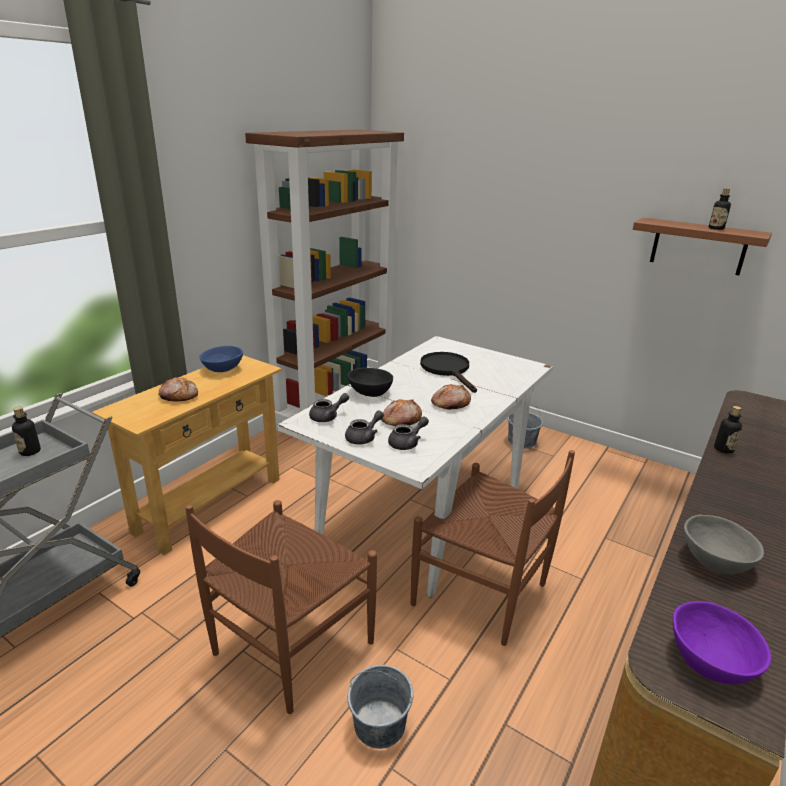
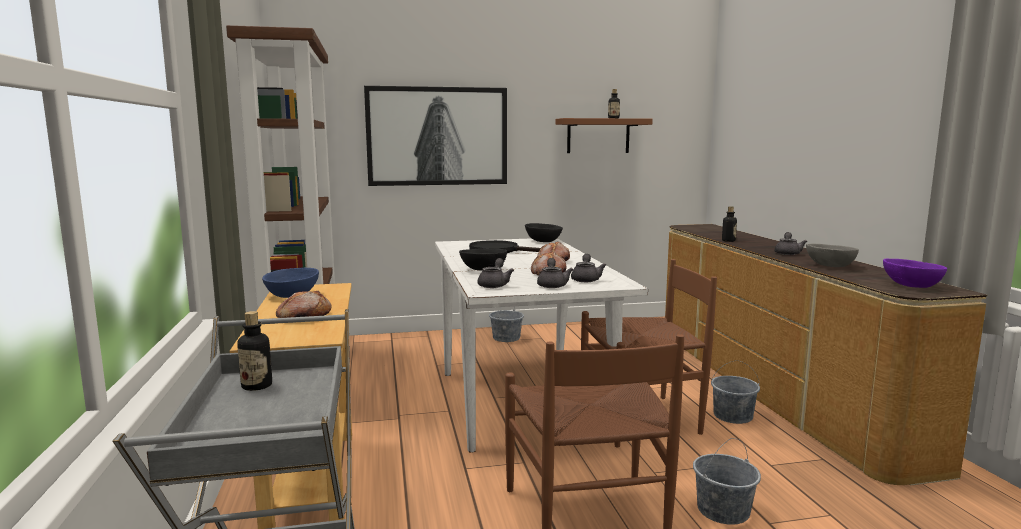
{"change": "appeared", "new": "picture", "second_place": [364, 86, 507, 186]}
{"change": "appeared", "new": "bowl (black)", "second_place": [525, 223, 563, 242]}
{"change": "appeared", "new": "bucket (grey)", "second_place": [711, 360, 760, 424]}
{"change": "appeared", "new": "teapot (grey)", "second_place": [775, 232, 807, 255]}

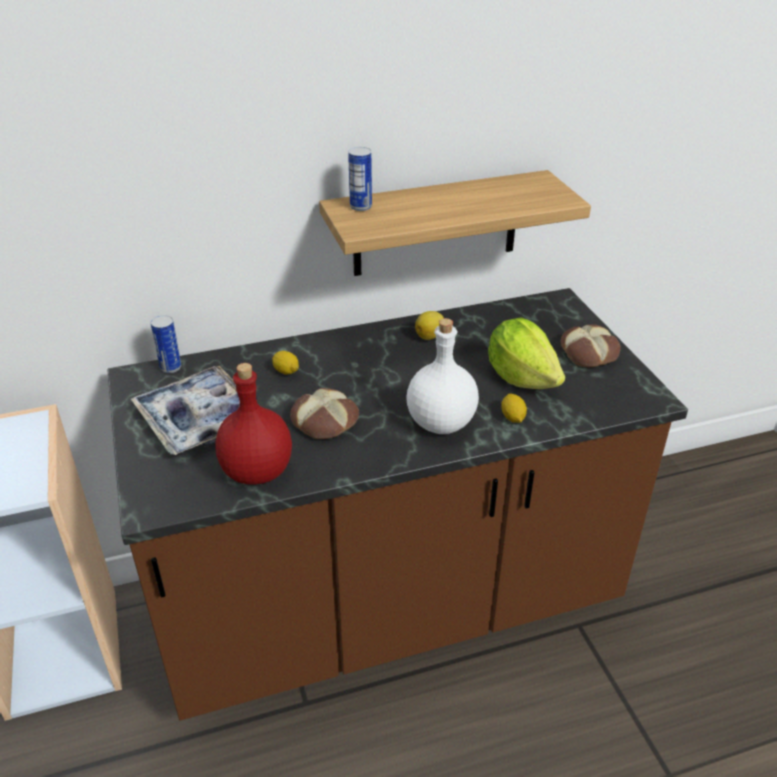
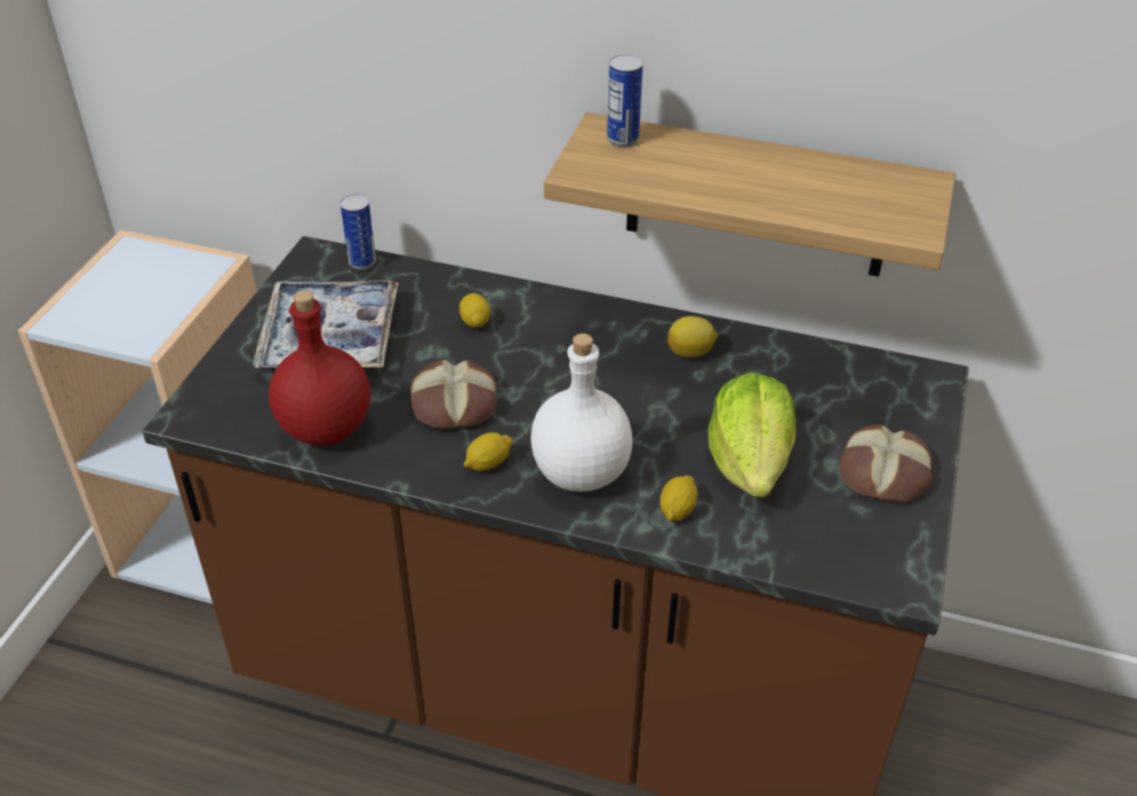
{"change": "appeared", "new": "lemon", "second_place": [464, 432, 513, 471]}

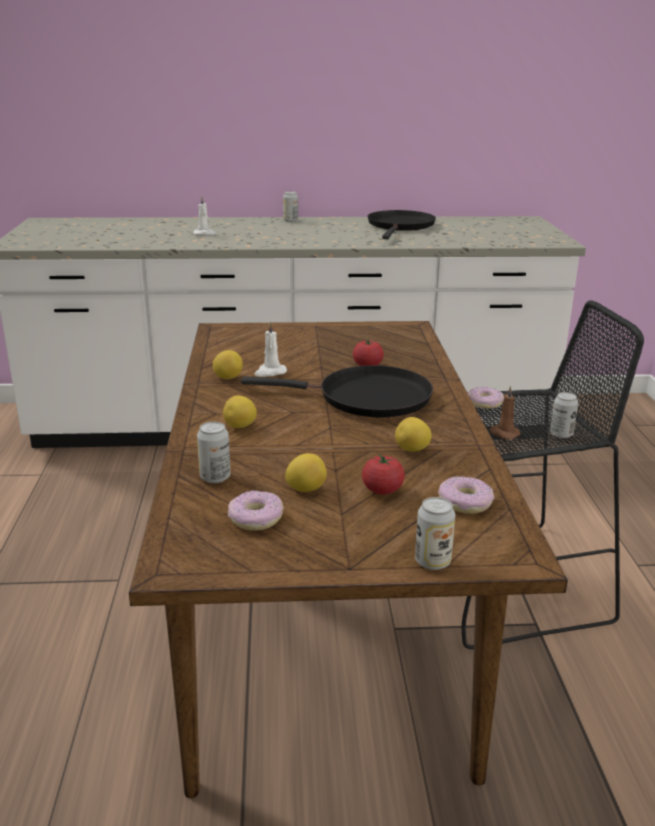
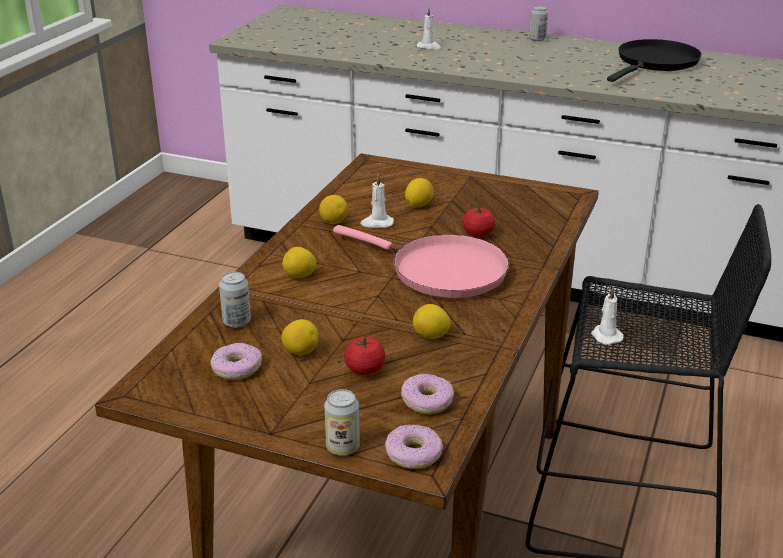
{"change": "colour", "old": "frying pan (black)", "new": "frying pan (pink)", "first_place": [241, 365, 433, 418], "second_place": [333, 225, 509, 298]}
{"change": "relocated", "old": "donut", "first_place": [468, 387, 504, 409], "second_place": [385, 424, 443, 469]}
{"change": "colour", "old": "candle (brown)", "new": "candle (white)", "first_place": [490, 386, 520, 439], "second_place": [591, 288, 624, 345]}
{"change": "missing", "old": "can", "first_place": [550, 392, 578, 438]}
{"change": "appeared", "new": "lemon", "second_place": [405, 178, 434, 207]}

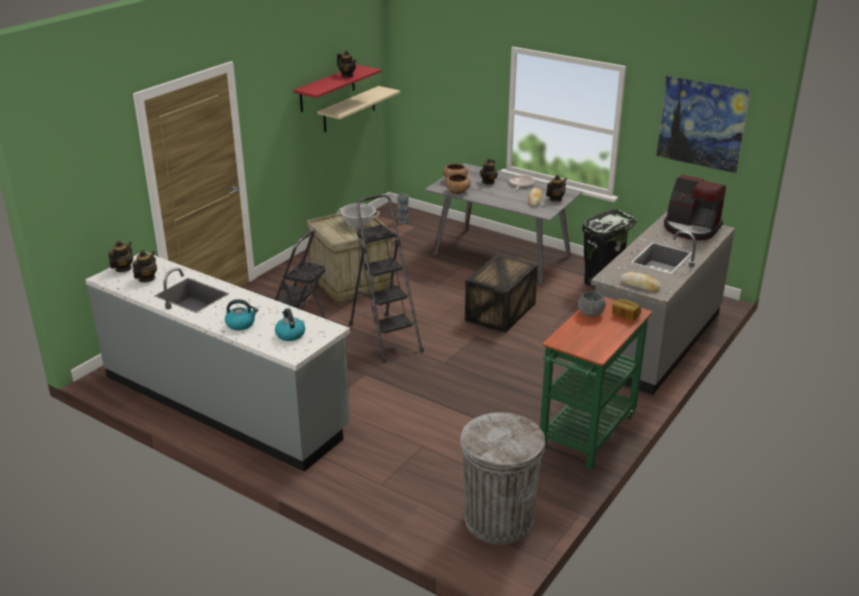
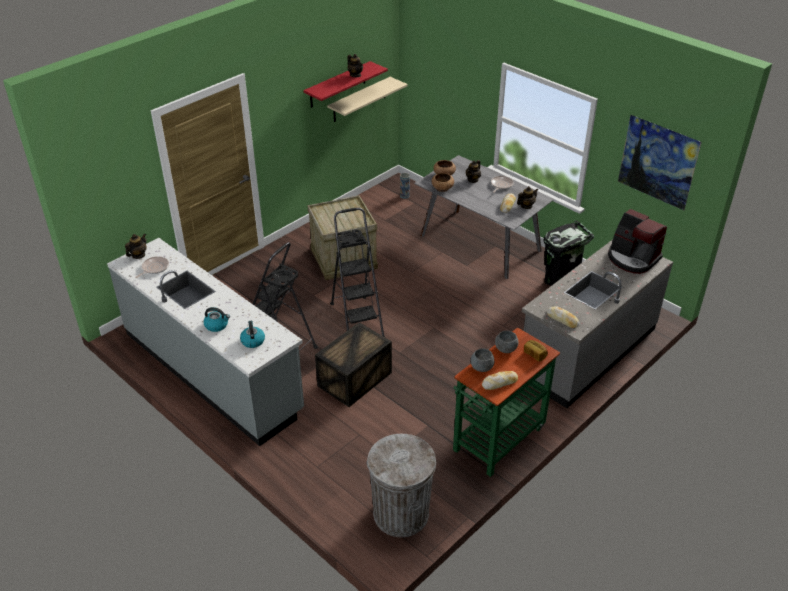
{"change": "exchanged", "old": "teapot", "new": "frying pan", "first_place": [133, 250, 157, 282], "second_place": [135, 256, 169, 278]}
{"change": "missing", "old": "cooking pot", "first_place": [337, 203, 380, 228]}
{"change": "relocated", "old": "crate", "first_place": [465, 254, 538, 333], "second_place": [315, 322, 392, 407]}
{"change": "appeared", "new": "bowl (grey)", "second_place": [471, 348, 494, 372]}
{"change": "appeared", "new": "bread", "second_place": [482, 371, 518, 390]}

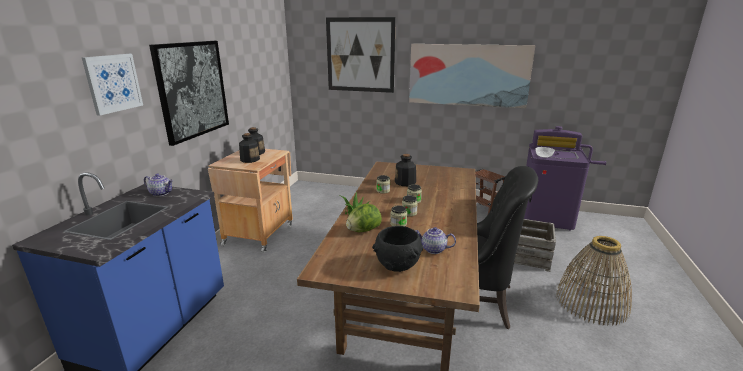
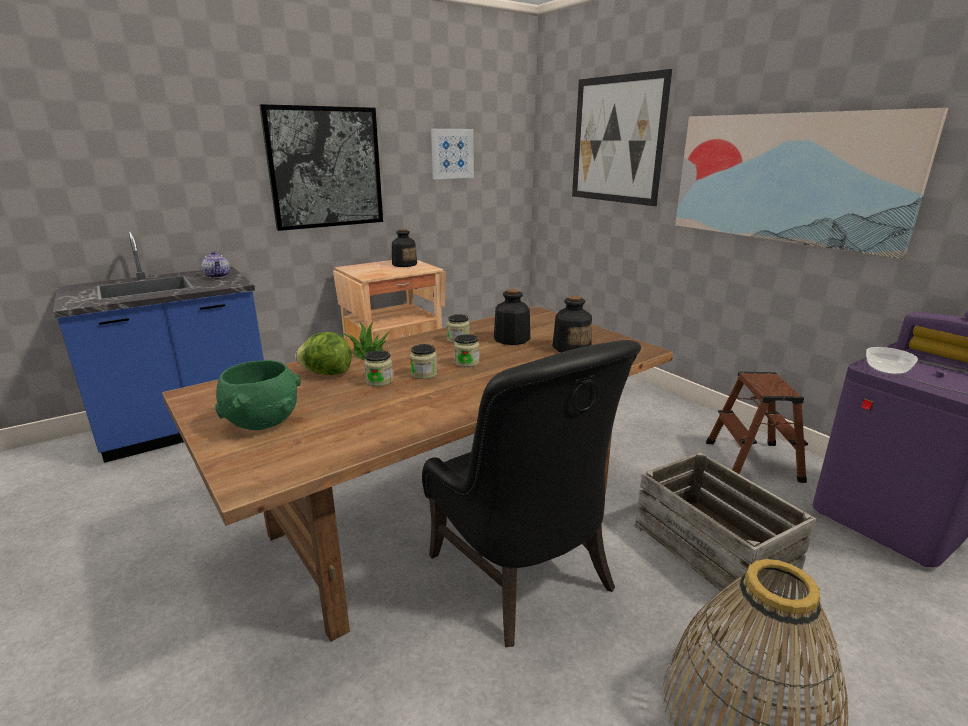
{"change": "relocated", "old": "picture", "first_place": [82, 54, 143, 116], "second_place": [431, 129, 474, 179]}
{"change": "relocated", "old": "bottle", "first_place": [239, 133, 260, 163], "second_place": [552, 296, 592, 352]}
{"change": "colour", "old": "bowl (black)", "new": "bowl (green)", "first_place": [372, 226, 423, 272], "second_place": [215, 360, 301, 430]}
{"change": "missing", "old": "teapot", "first_place": [415, 227, 456, 254]}

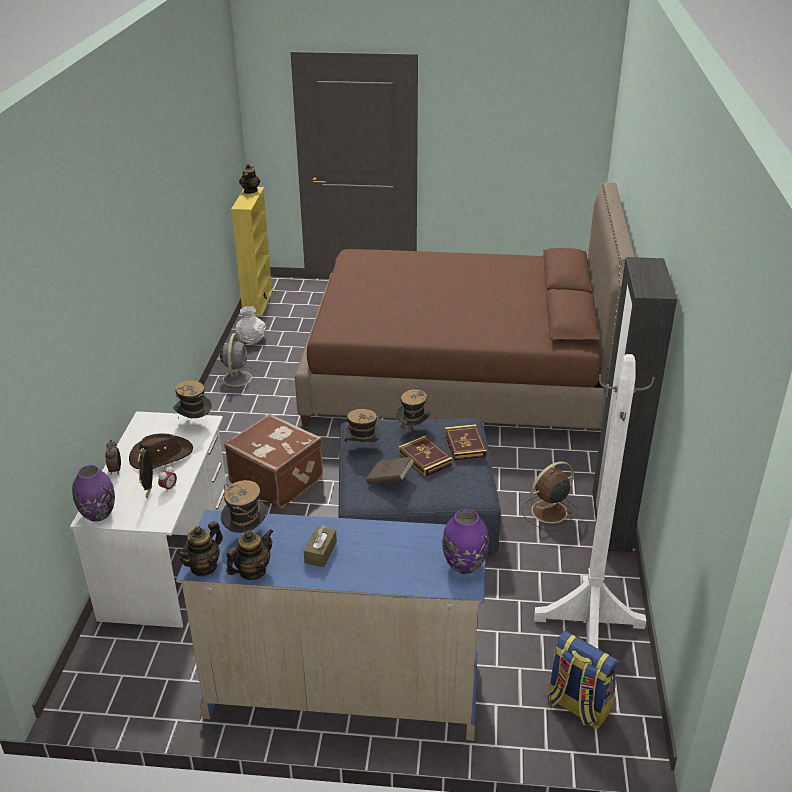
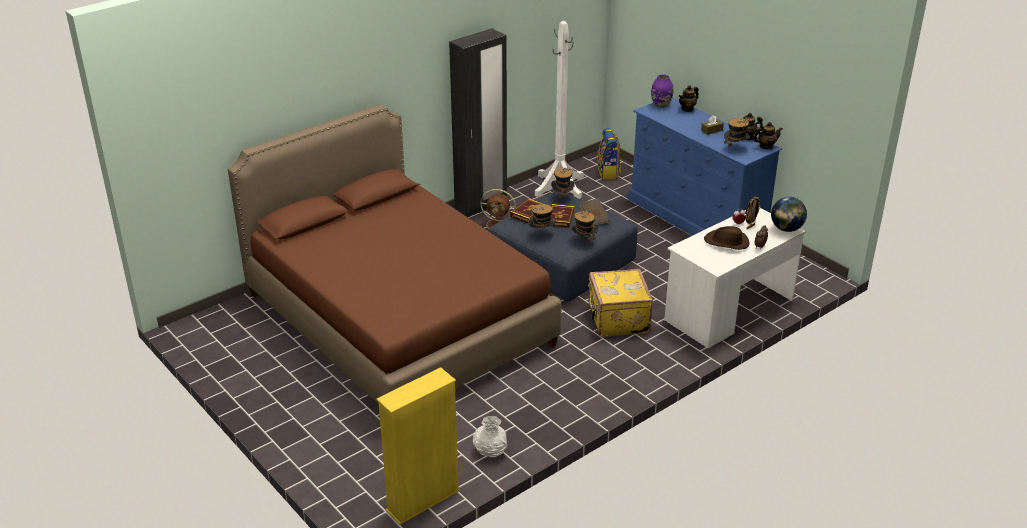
{"change": "exchanged", "old": "vase (purple)", "new": "globe", "first_place": [72, 465, 115, 522], "second_place": [771, 197, 807, 232]}
{"change": "relocated", "old": "hat", "first_place": [173, 380, 212, 419], "second_place": [551, 168, 575, 197]}
{"change": "missing", "old": "fan (grey)", "first_place": [217, 333, 259, 391]}
{"change": "colour", "old": "suitcase (brown)", "new": "suitcase (yellow)", "first_place": [224, 414, 323, 508], "second_place": [588, 269, 653, 337]}
{"change": "relocated", "old": "teapot", "first_place": [239, 164, 260, 194], "second_place": [679, 85, 699, 112]}

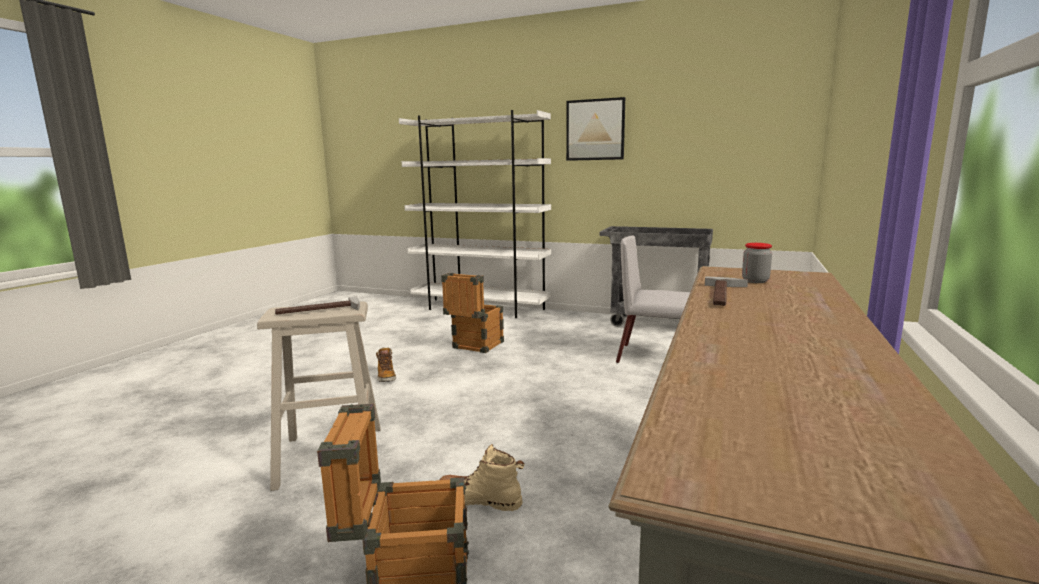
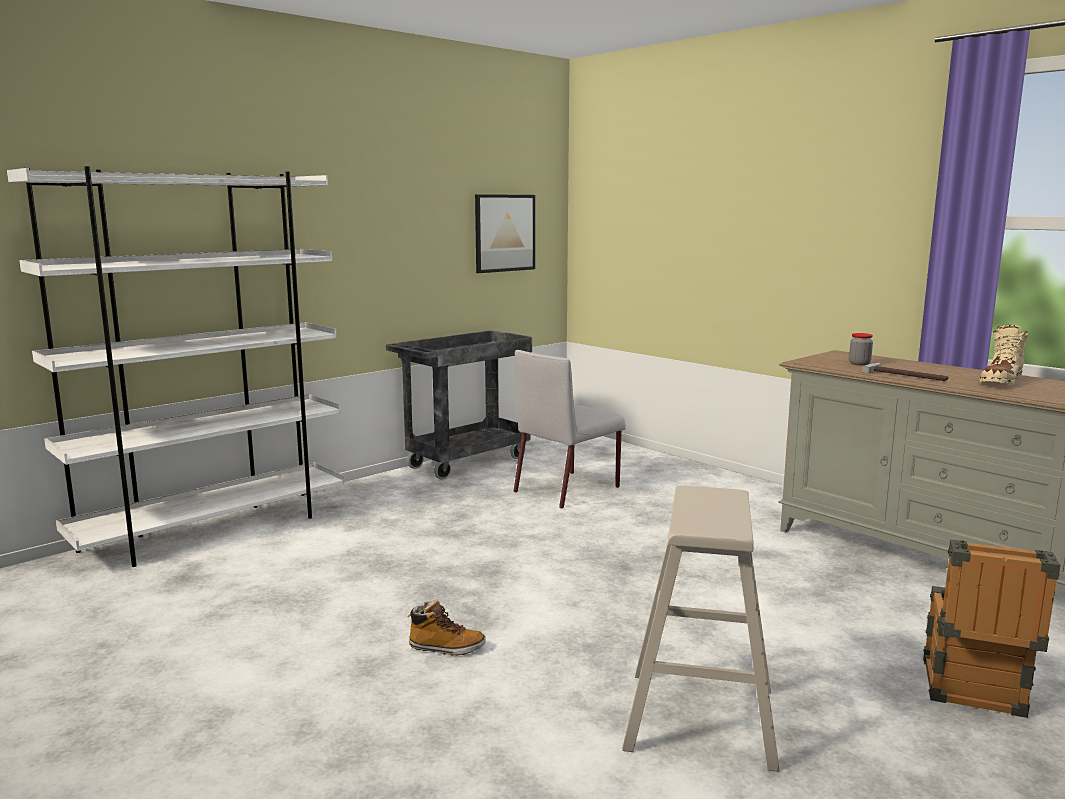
{"change": "missing", "old": "hammer", "first_place": [275, 297, 360, 315]}
{"change": "relocated", "old": "boot (beige)", "first_place": [440, 444, 525, 511], "second_place": [979, 325, 1028, 385]}
{"change": "missing", "old": "crate", "first_place": [441, 273, 504, 353]}
{"change": "relocated", "old": "picture", "first_place": [566, 97, 625, 161], "second_place": [475, 194, 535, 273]}

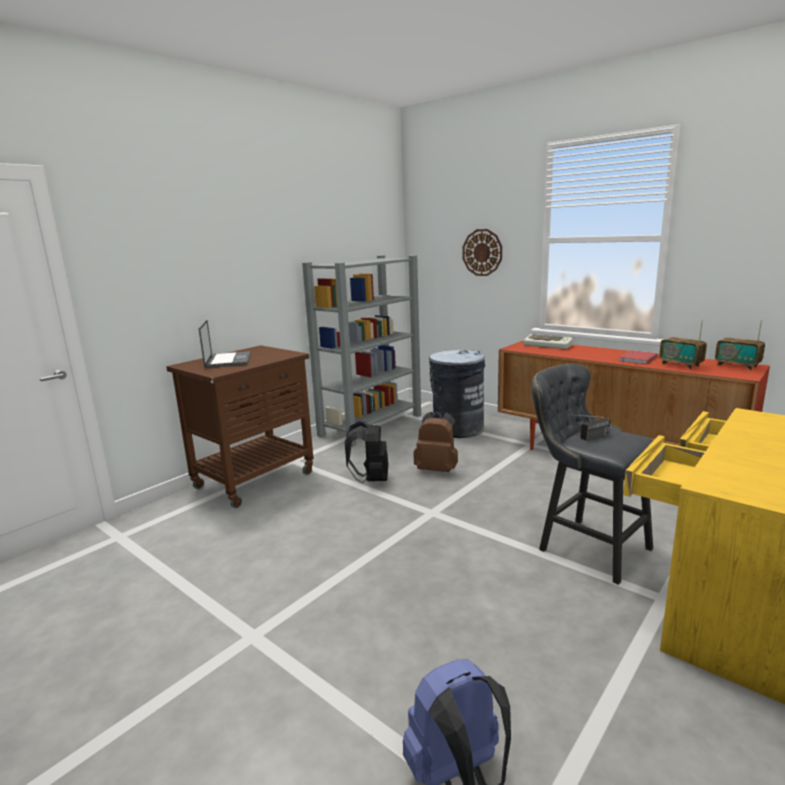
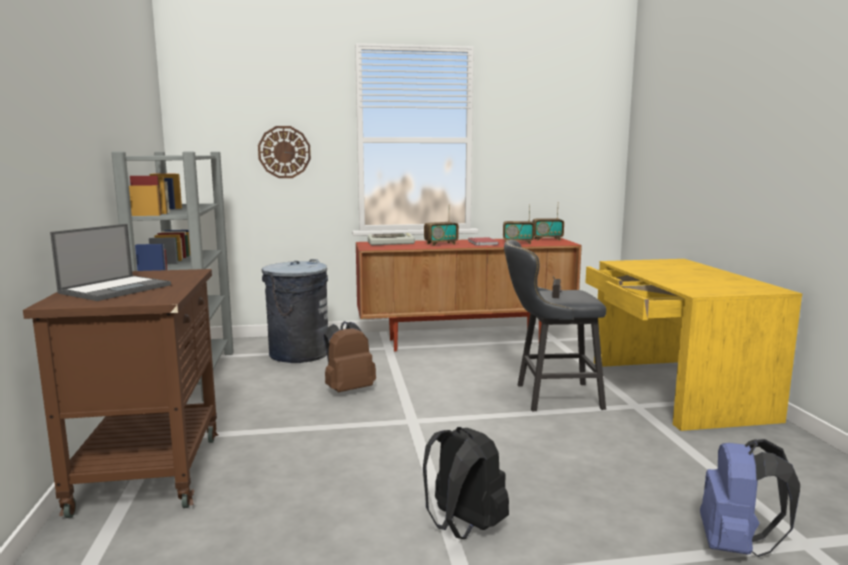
{"change": "spun", "old": "laptop", "first_place": [199, 320, 251, 368], "second_place": [50, 224, 171, 301], "degrees": 90}
{"change": "relocated", "old": "backpack (black)", "first_place": [344, 421, 388, 483], "second_place": [423, 427, 509, 539]}
{"change": "appeared", "new": "radio", "second_place": [424, 204, 459, 246]}

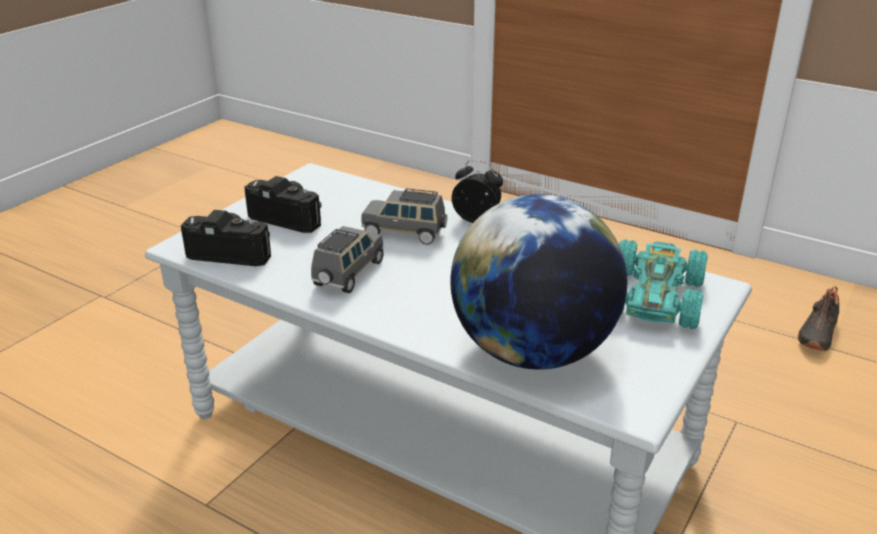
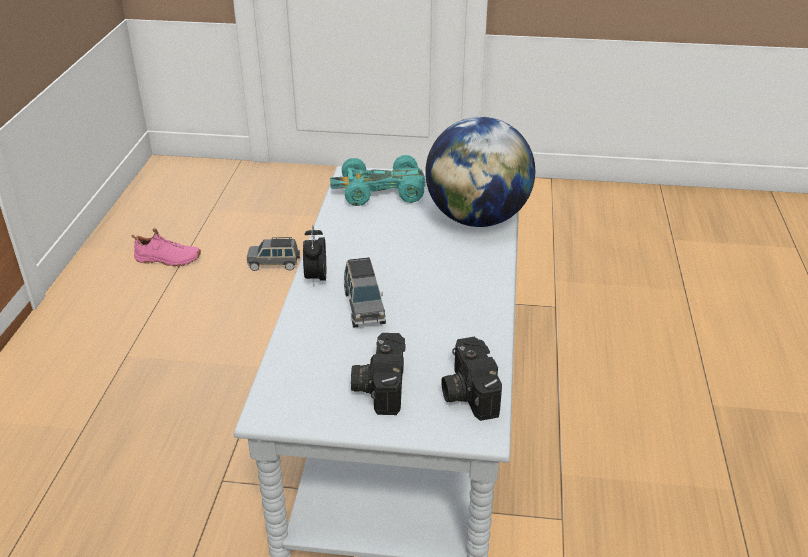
{"change": "relocated", "old": "toy car (grey)", "first_place": [311, 226, 384, 293], "second_place": [247, 237, 300, 271]}
{"change": "colour", "old": "shoe (black)", "new": "shoe (pink)", "first_place": [798, 287, 839, 351], "second_place": [131, 228, 201, 267]}

